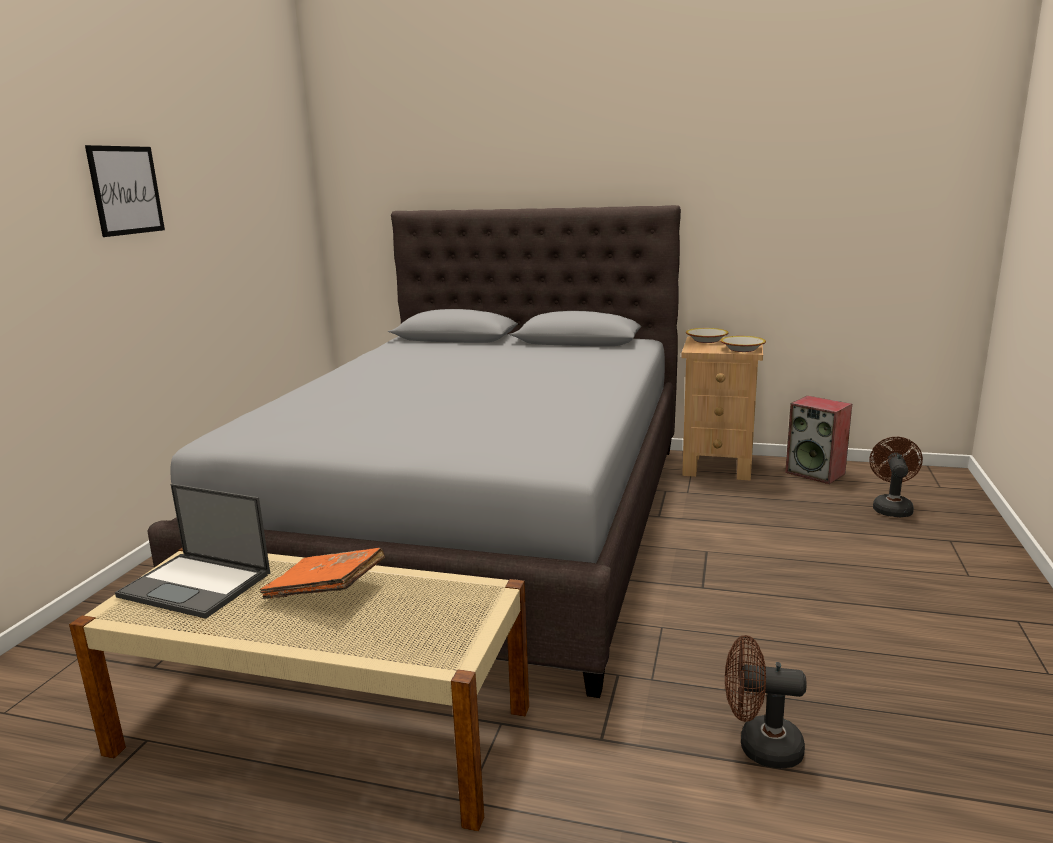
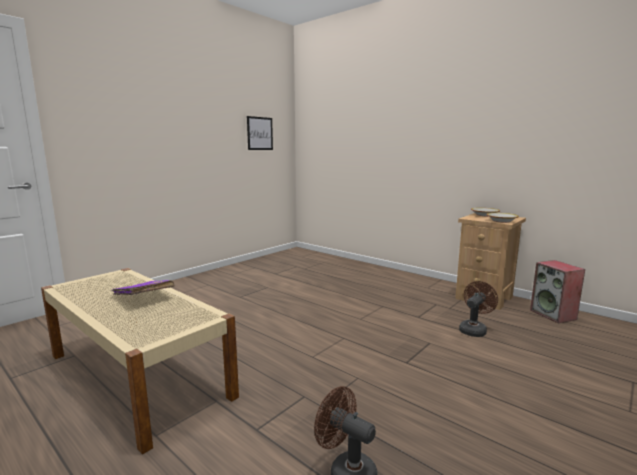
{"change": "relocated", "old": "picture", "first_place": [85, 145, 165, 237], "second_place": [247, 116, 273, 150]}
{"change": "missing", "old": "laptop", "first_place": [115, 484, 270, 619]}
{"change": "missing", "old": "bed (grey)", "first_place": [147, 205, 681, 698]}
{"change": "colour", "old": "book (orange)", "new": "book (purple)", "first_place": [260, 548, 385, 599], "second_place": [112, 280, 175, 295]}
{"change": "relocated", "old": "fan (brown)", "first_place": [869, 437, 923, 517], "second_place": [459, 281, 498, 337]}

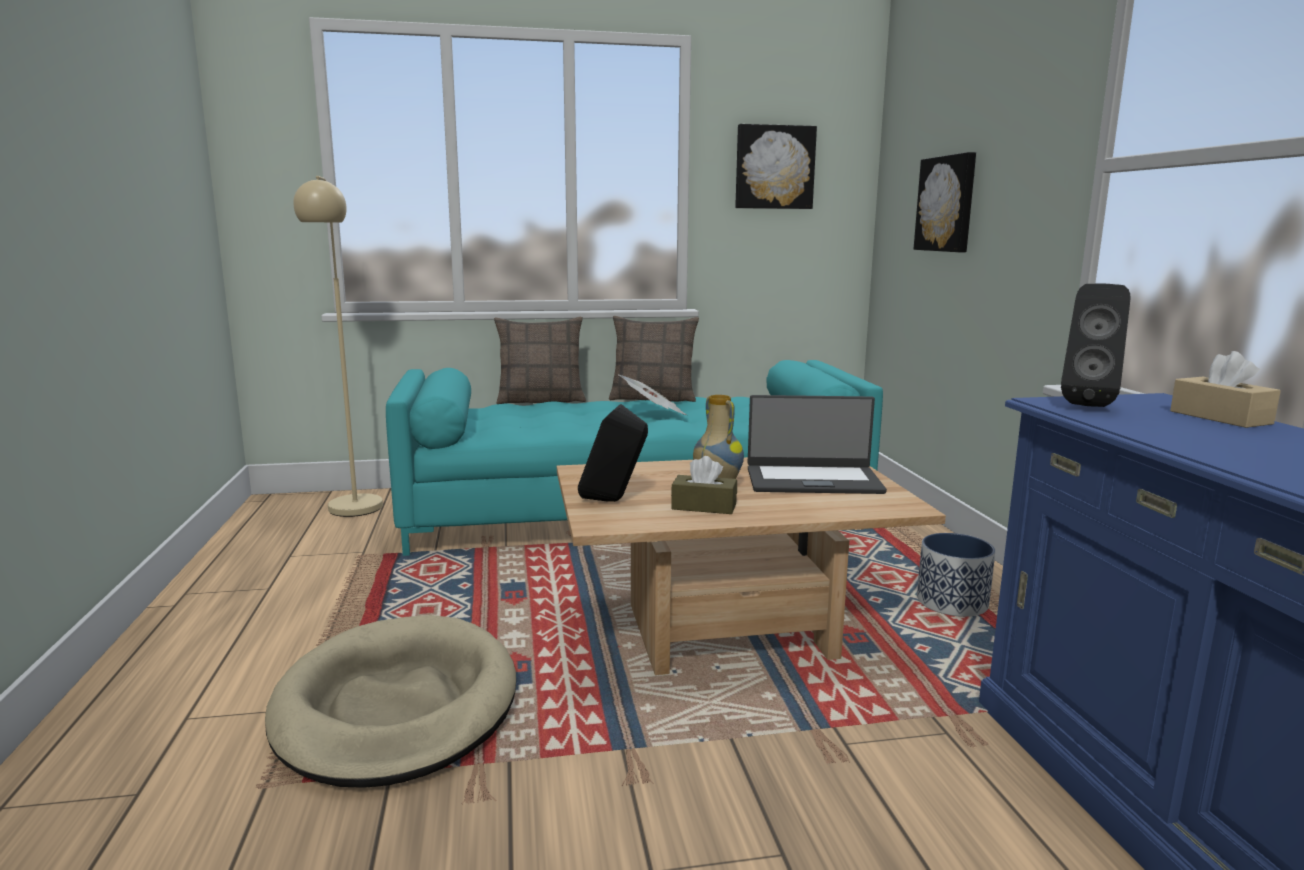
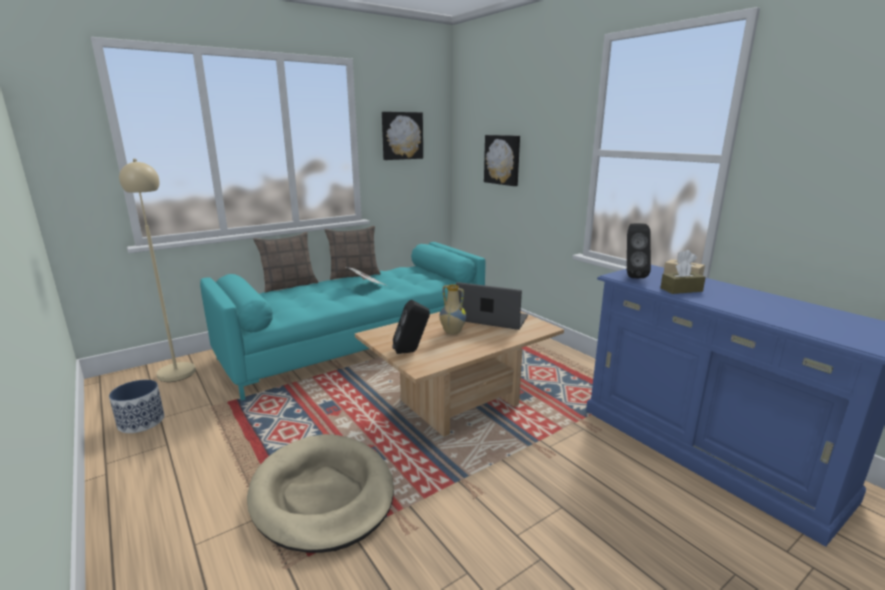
{"change": "relocated", "old": "tissue box (brown)", "first_place": [671, 456, 737, 514], "second_place": [660, 260, 706, 294]}
{"change": "spun", "old": "laptop", "first_place": [748, 395, 887, 494], "second_place": [456, 282, 528, 330], "degrees": -135}
{"change": "relocated", "old": "planter", "first_place": [917, 533, 995, 617], "second_place": [109, 380, 164, 433]}

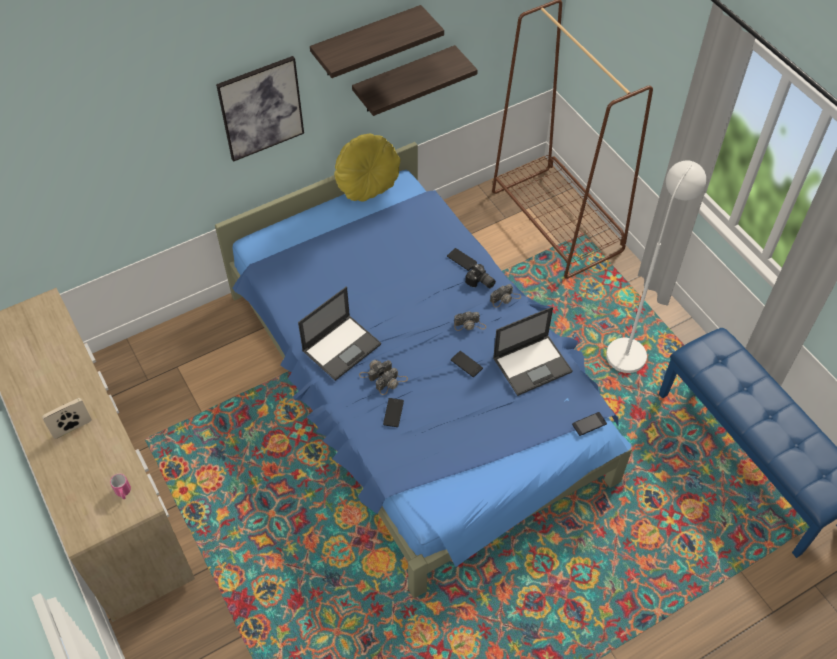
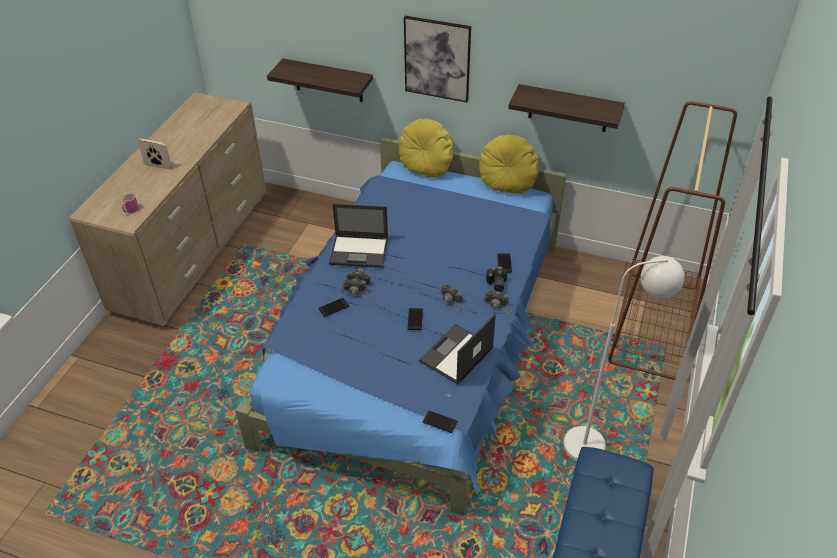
{"change": "relocated", "old": "shelf", "first_place": [310, 5, 444, 78], "second_place": [267, 58, 373, 102]}
{"change": "spun", "old": "laptop", "first_place": [493, 307, 573, 396], "second_place": [419, 314, 496, 384], "degrees": 105}
{"change": "appeared", "new": "pillow (yellow)", "second_place": [399, 119, 453, 178]}

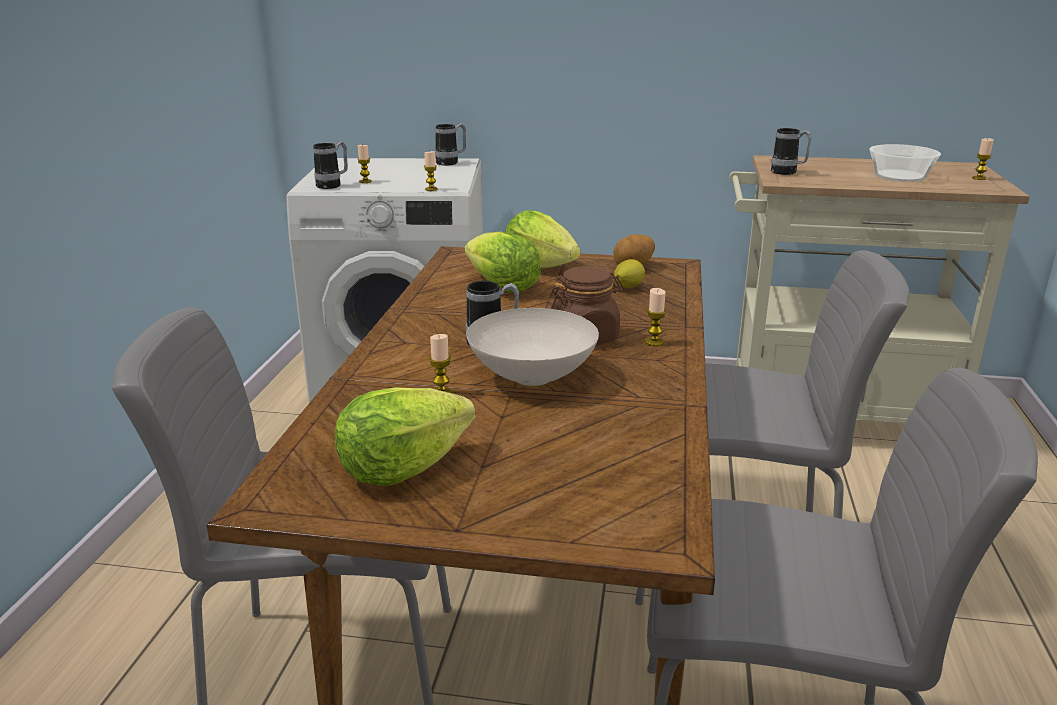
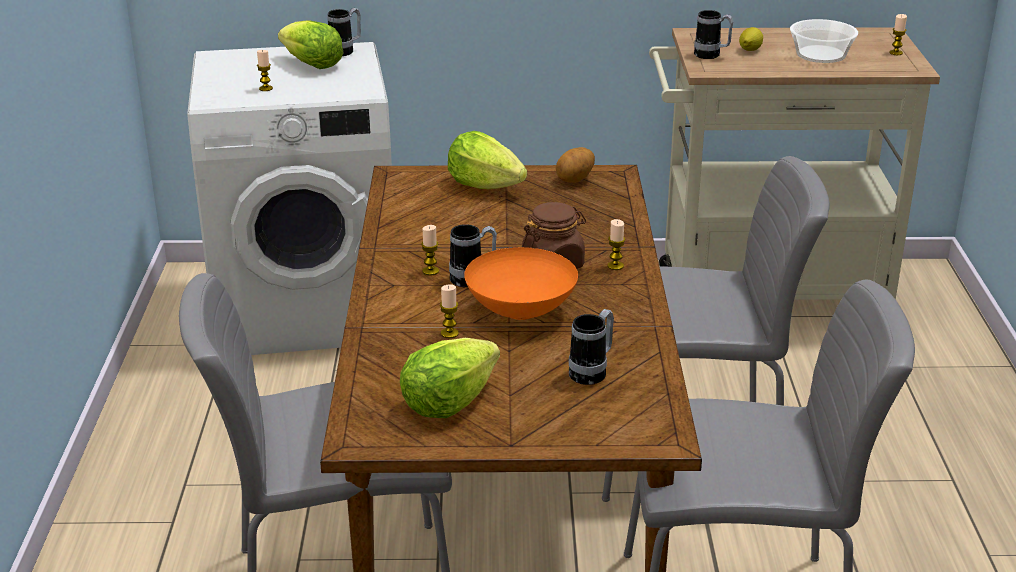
{"change": "relocated", "old": "mug", "first_place": [313, 141, 348, 189], "second_place": [569, 309, 614, 385]}
{"change": "relocated", "old": "candle", "first_place": [424, 151, 438, 191], "second_place": [421, 225, 439, 275]}
{"change": "relocated", "old": "lettuce", "first_place": [465, 231, 541, 293], "second_place": [278, 20, 343, 69]}
{"change": "colour", "old": "bowl (white)", "new": "bowl (orange)", "first_place": [466, 308, 599, 386], "second_place": [464, 247, 578, 320]}
{"change": "relocated", "old": "lemon", "first_place": [614, 259, 645, 288], "second_place": [739, 27, 763, 51]}

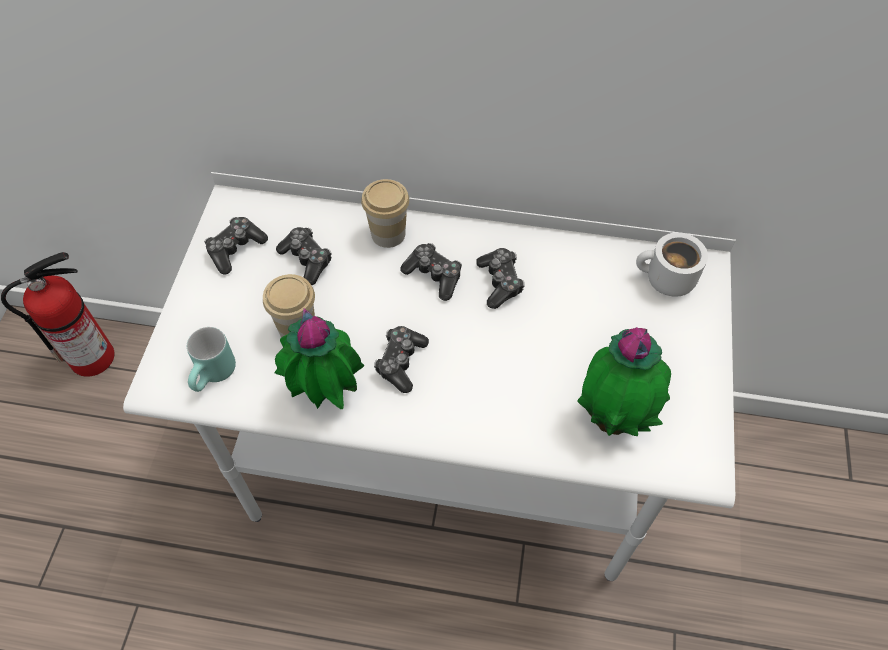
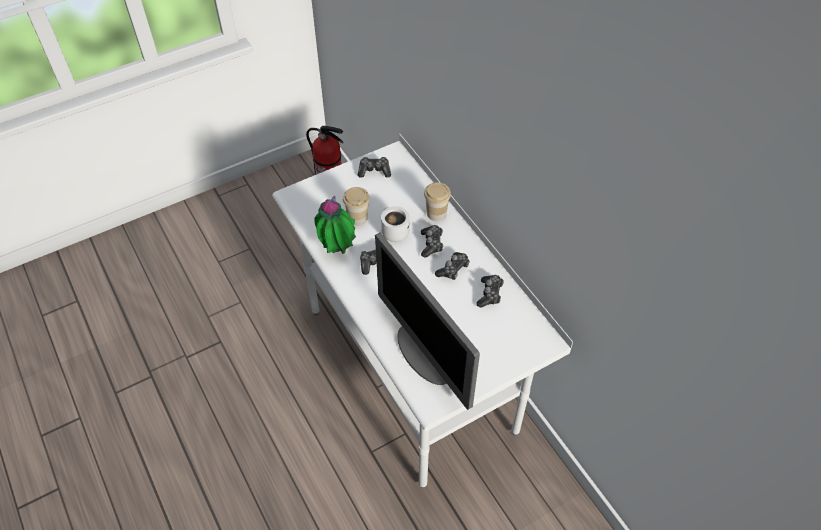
{"change": "missing", "old": "mug (turquoise)", "first_place": [187, 327, 236, 392]}
{"change": "relocated", "old": "game controller", "first_place": [276, 227, 332, 285], "second_place": [476, 275, 504, 308]}
{"change": "exchanged", "old": "potted plant", "new": "monitor", "first_place": [577, 327, 671, 436], "second_place": [375, 233, 480, 410]}
{"change": "relocated", "old": "mug (white)", "first_place": [636, 232, 708, 297], "second_place": [381, 206, 410, 242]}

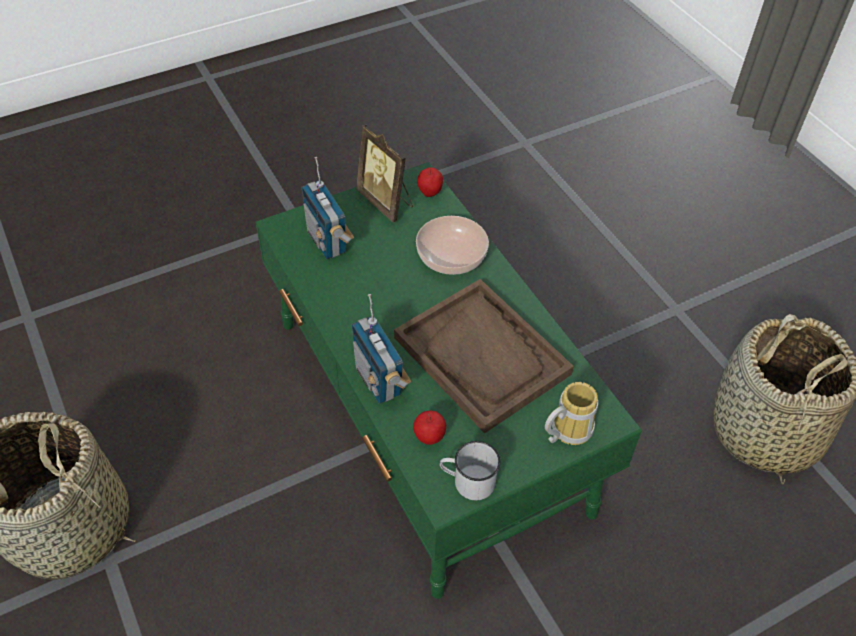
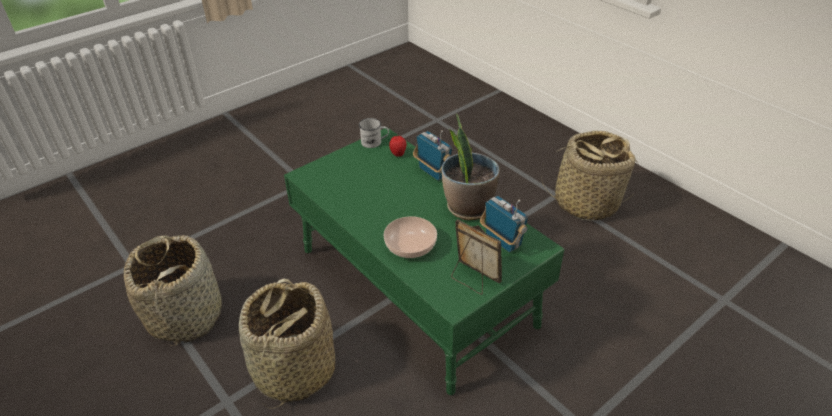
{"change": "missing", "old": "tray (brown)", "first_place": [394, 279, 574, 433]}
{"change": "missing", "old": "apple", "first_place": [417, 167, 443, 197]}
{"change": "missing", "old": "mug", "first_place": [545, 382, 598, 445]}
{"change": "appeared", "new": "basket", "second_place": [239, 278, 335, 409]}
{"change": "appeared", "new": "potted plant", "second_place": [442, 113, 500, 220]}

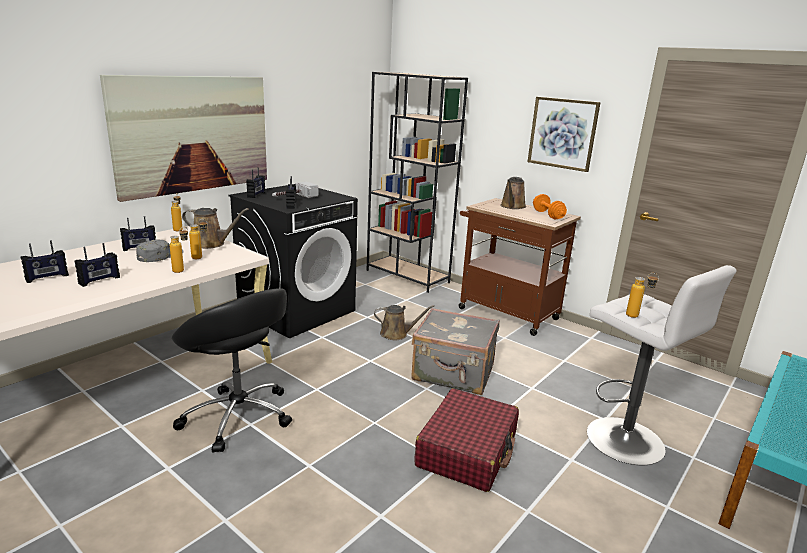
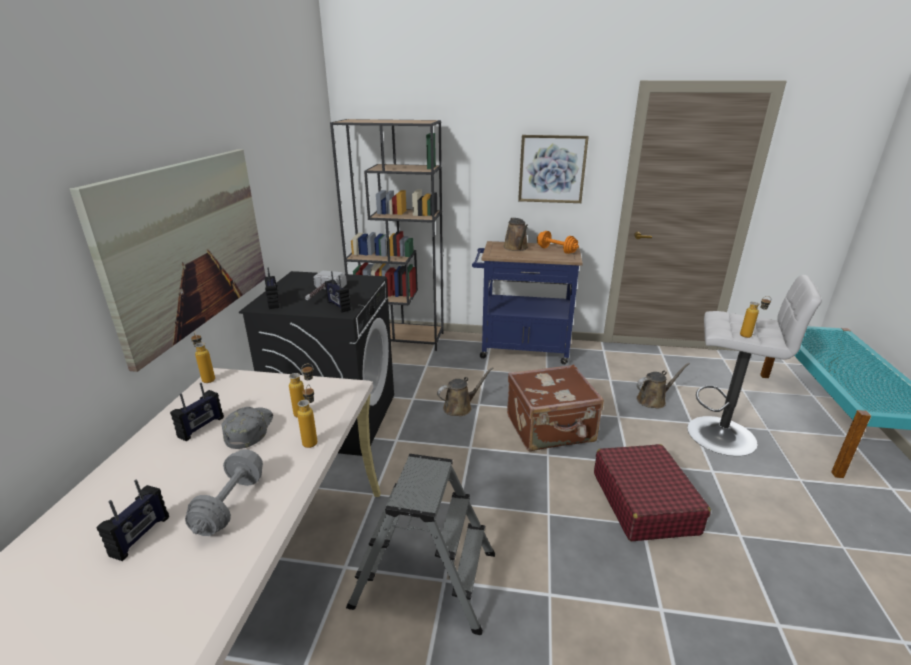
{"change": "exchanged", "old": "radio", "new": "dumbbell (grey)", "first_place": [74, 243, 120, 287], "second_place": [185, 449, 263, 536]}
{"change": "exchanged", "old": "office chair (black)", "new": "step ladder (grey)", "first_place": [172, 288, 292, 452], "second_place": [346, 454, 495, 635]}
{"change": "relocated", "old": "watering can (brown)", "first_place": [182, 208, 249, 249], "second_place": [636, 363, 690, 408]}
{"change": "colour", "old": "suitcase (grey)", "new": "suitcase (brown)", "first_place": [411, 308, 500, 395], "second_place": [507, 364, 604, 452]}
{"change": "colour", "old": "cart (brown)", "new": "cart (blue)", "first_place": [458, 198, 581, 336], "second_place": [472, 241, 583, 365]}

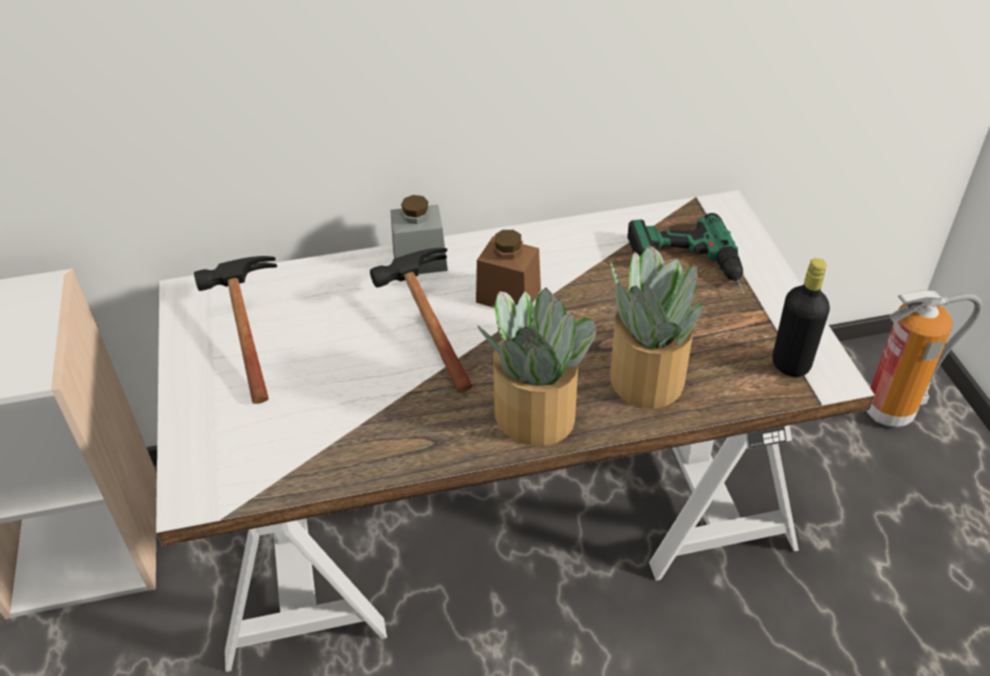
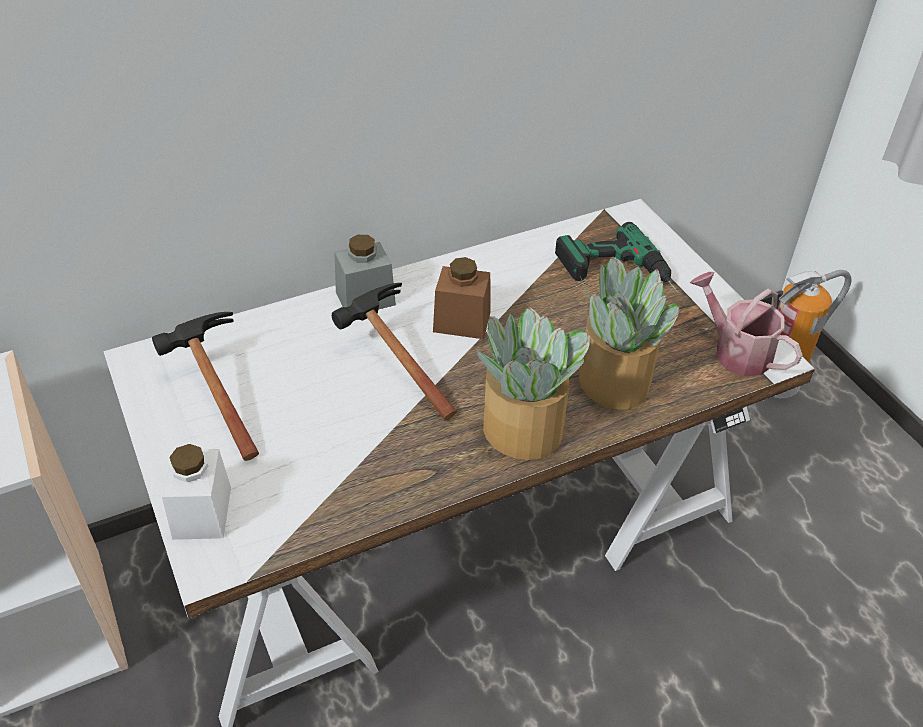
{"change": "exchanged", "old": "bottle (black)", "new": "watering can", "first_place": [772, 258, 830, 377], "second_place": [690, 272, 803, 376]}
{"change": "appeared", "new": "jar (white)", "second_place": [162, 444, 231, 540]}

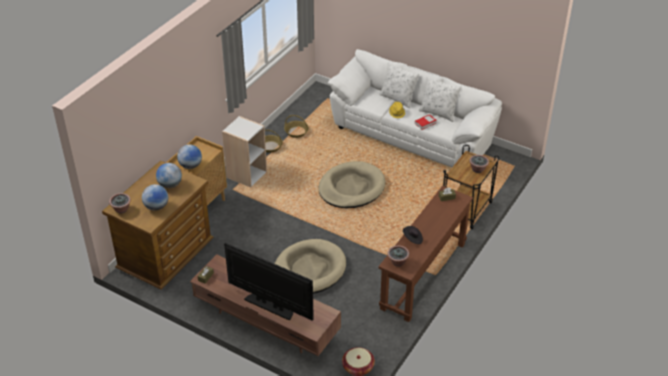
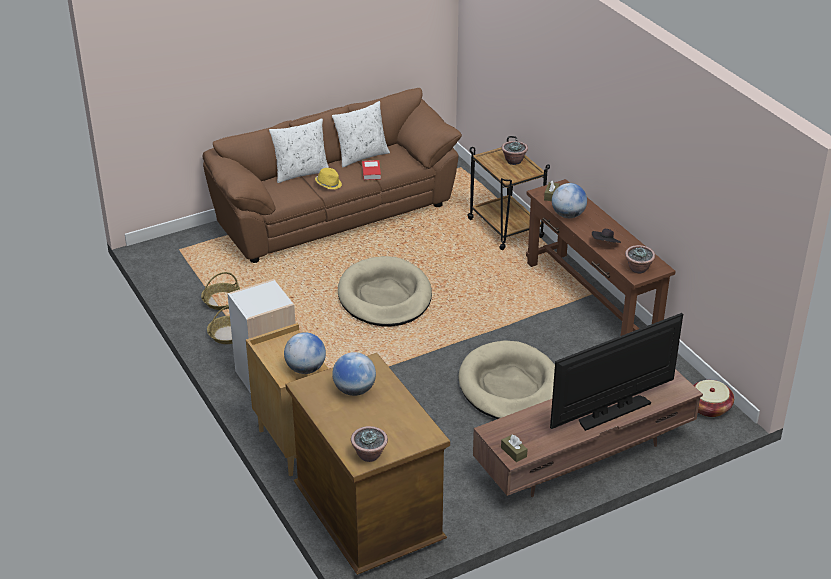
{"change": "relocated", "old": "globe", "first_place": [142, 184, 168, 211], "second_place": [552, 183, 587, 218]}
{"change": "colour", "old": "sofa (white)", "new": "sofa (brown)", "first_place": [328, 49, 502, 167], "second_place": [203, 88, 462, 263]}

